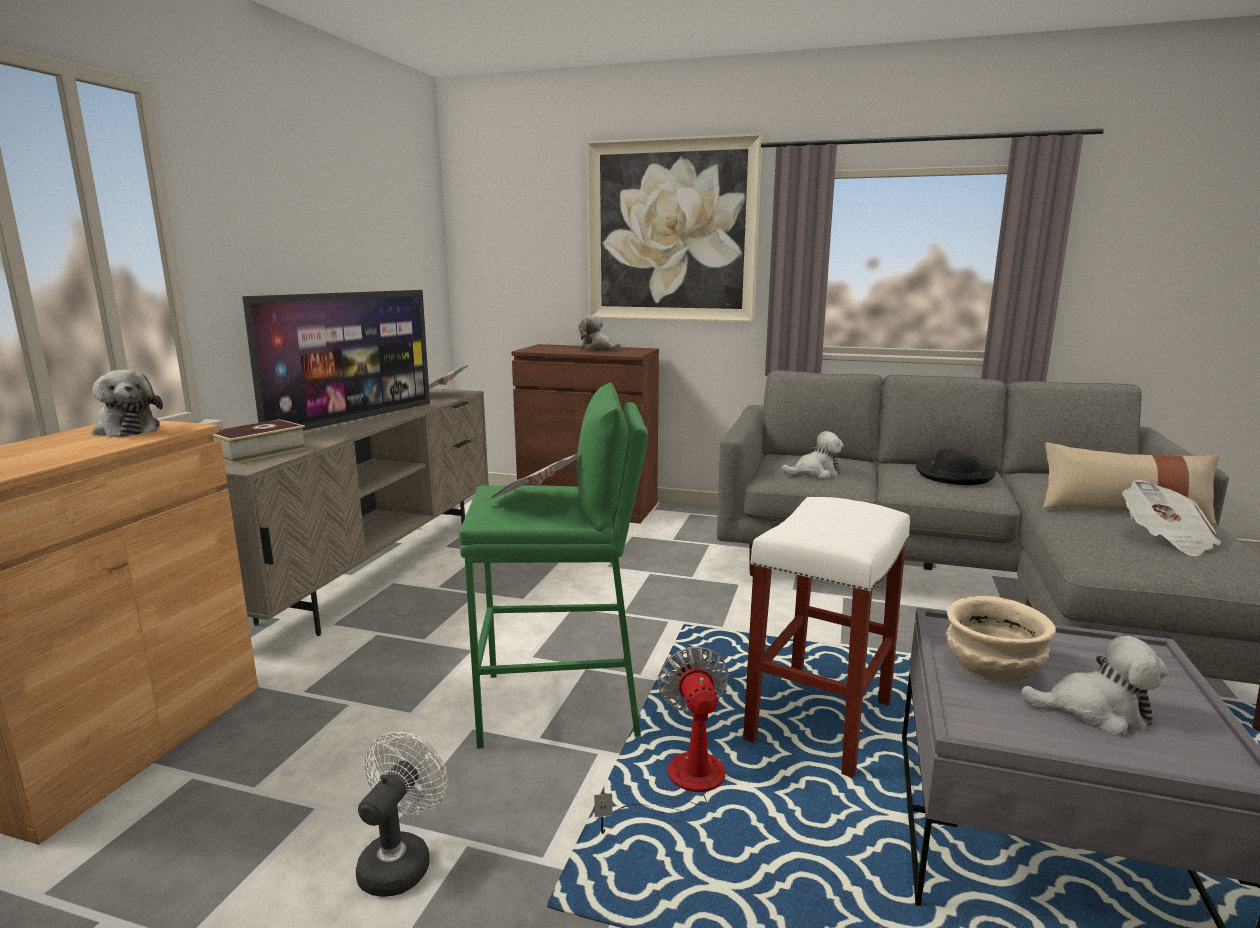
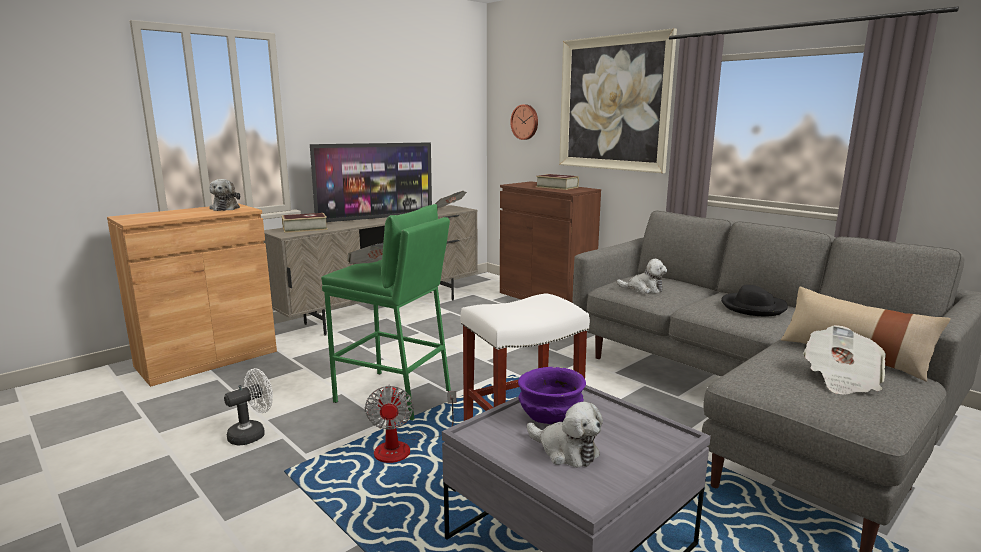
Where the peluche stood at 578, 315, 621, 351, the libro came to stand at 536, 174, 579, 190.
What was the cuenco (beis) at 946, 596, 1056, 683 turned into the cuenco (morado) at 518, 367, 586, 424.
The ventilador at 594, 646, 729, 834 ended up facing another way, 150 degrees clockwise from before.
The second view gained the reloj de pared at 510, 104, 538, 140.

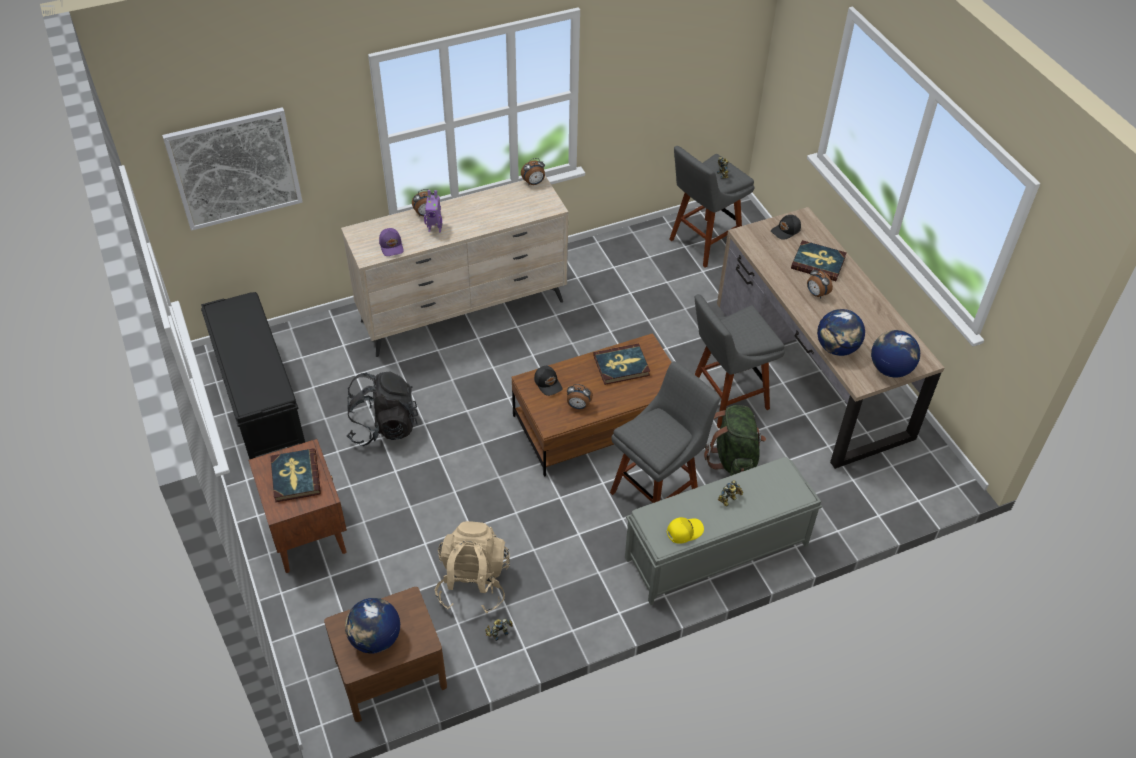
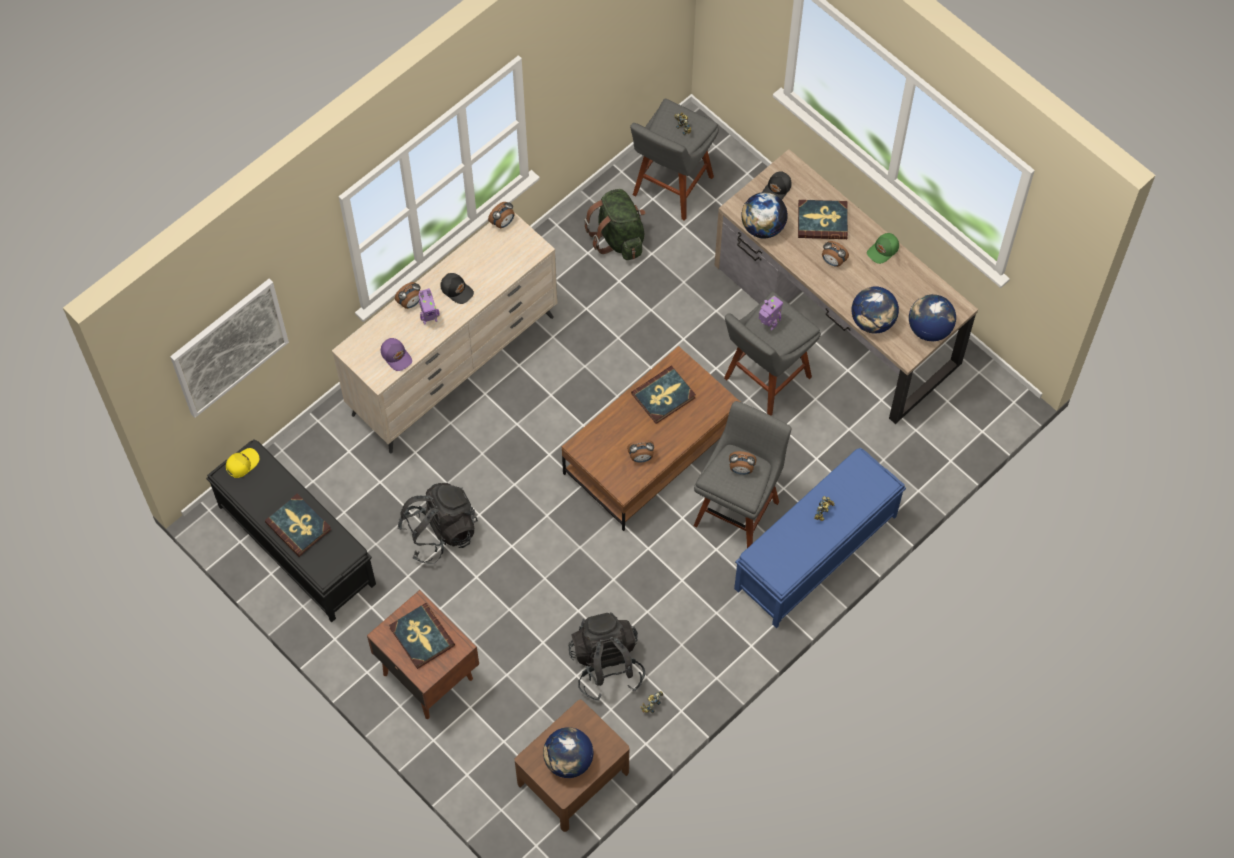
The gorra (negro) ended up elsewhere, having gone from 534, 366, 562, 396 to 440, 273, 474, 304.
The mochila (verde) ended up elsewhere, having gone from 704, 405, 766, 476 to 584, 189, 645, 260.
What was the banco (gris) at 625, 457, 822, 605 turned into the banco (azul) at 734, 447, 906, 628.
The gorra (amarillo) ended up elsewhere, having gone from 667, 517, 704, 544 to 226, 448, 259, 478.
What was the mochila (beis) at 435, 521, 510, 613 turned into the mochila (negro) at 568, 612, 645, 701.
The second view gained the globo terráqueo at 741, 192, 788, 239.
The second view gained the gorra (verde) at 867, 233, 899, 264.
The second view gained the robot de juguete at 759, 296, 783, 331.
The second view gained the despertador at 729, 451, 757, 475.
The second view gained the libro at 265, 494, 331, 557.

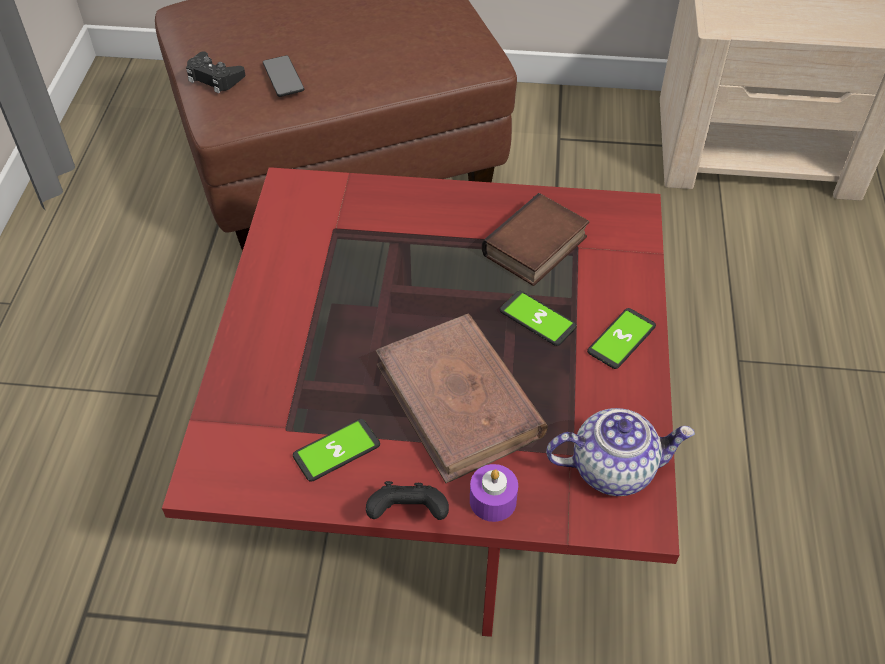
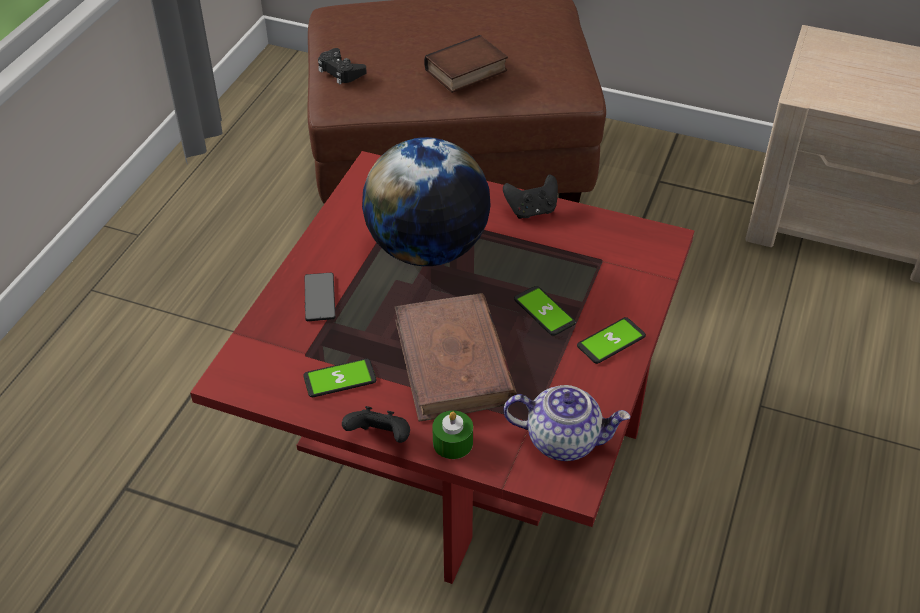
The móvil ended up elsewhere, having gone from 263, 55, 304, 97 to 305, 273, 336, 321.
The libro ended up elsewhere, having gone from 482, 193, 589, 286 to 424, 35, 508, 93.
What was the vela (morado) at 470, 464, 518, 522 turned into the vela (verde) at 432, 411, 473, 459.
The second view gained the globo terráqueo at 362, 137, 491, 266.
The second view gained the mando de consola (negro) at 503, 174, 558, 219.

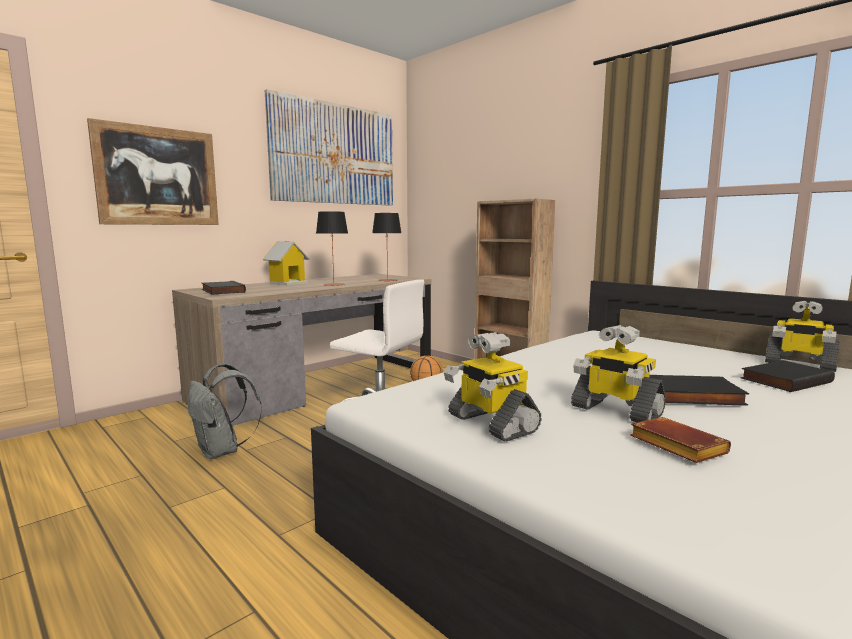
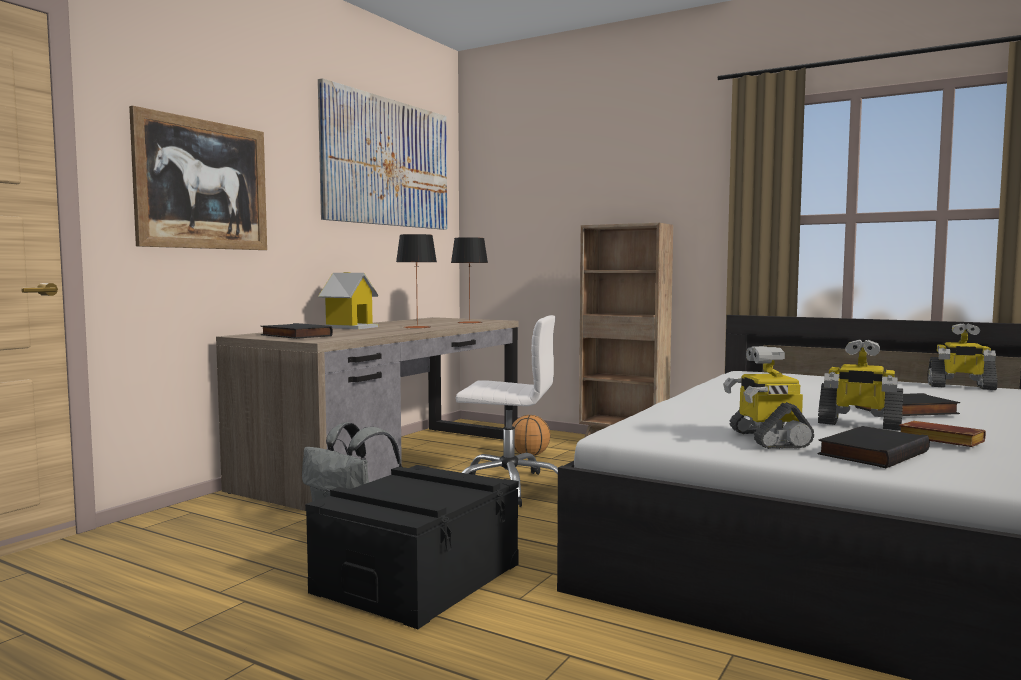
The robot de juguete at 444, 332, 542, 441 ended up facing another way, 45 degrees clockwise from before.
The libro (negro) ended up elsewhere, having gone from 740, 360, 835, 392 to 818, 426, 930, 468.
The second view gained the caja de almacenaje (negro) at 305, 465, 519, 629.

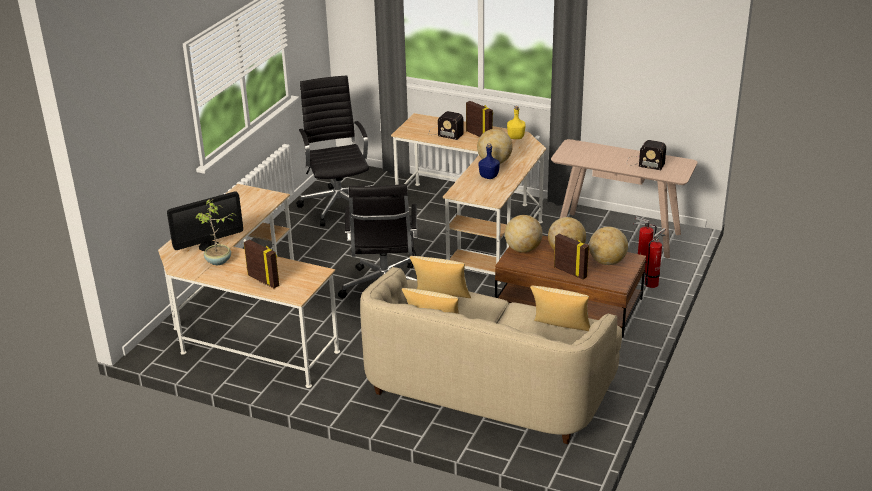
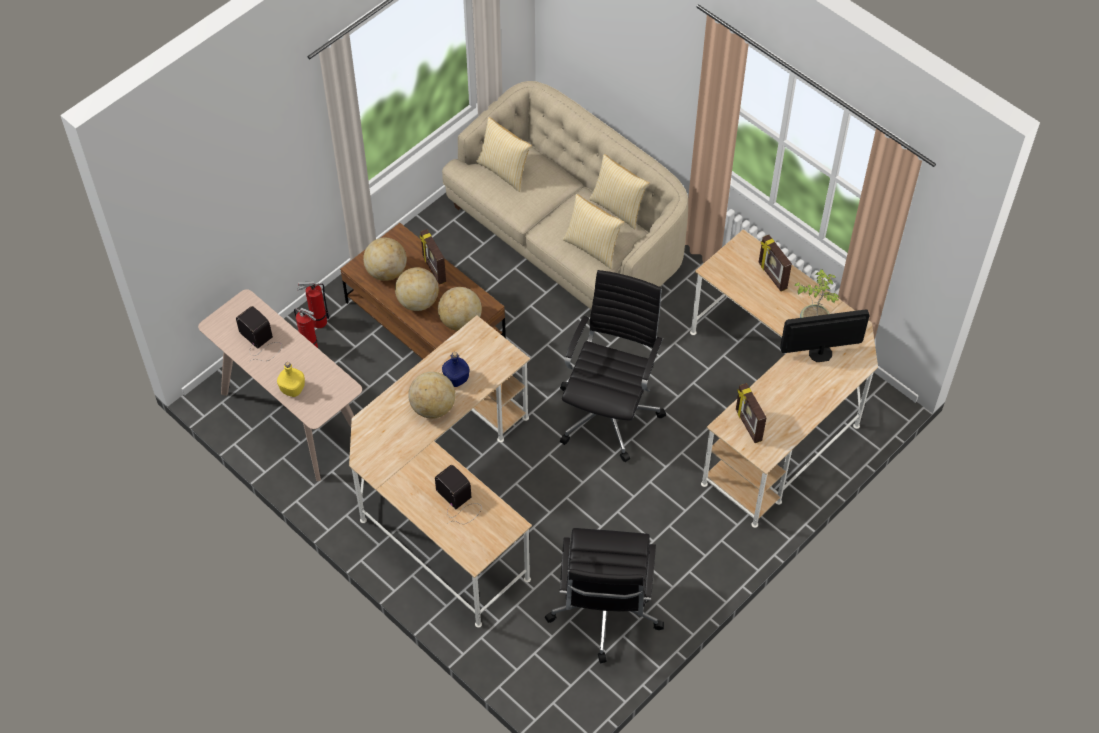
The portarretratos ended up elsewhere, having gone from 466, 101, 493, 137 to 736, 383, 767, 443.
The botella (amarillo) ended up elsewhere, having gone from 507, 106, 525, 139 to 277, 362, 305, 397.

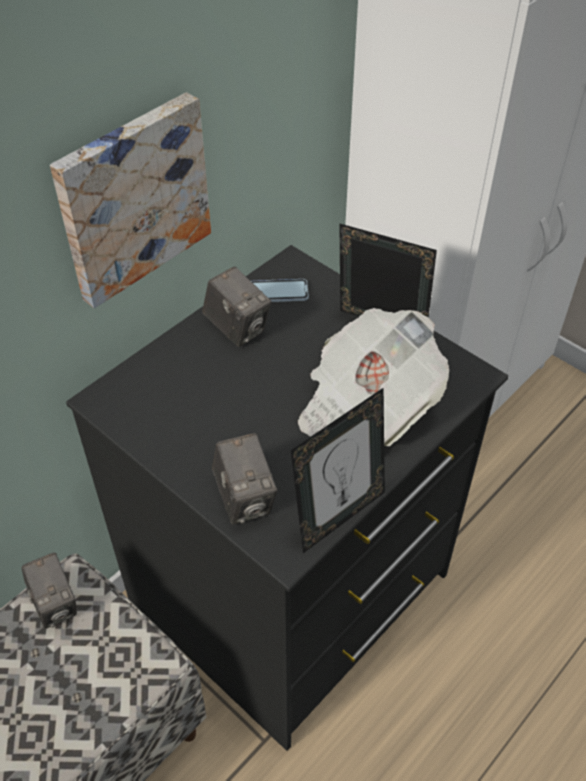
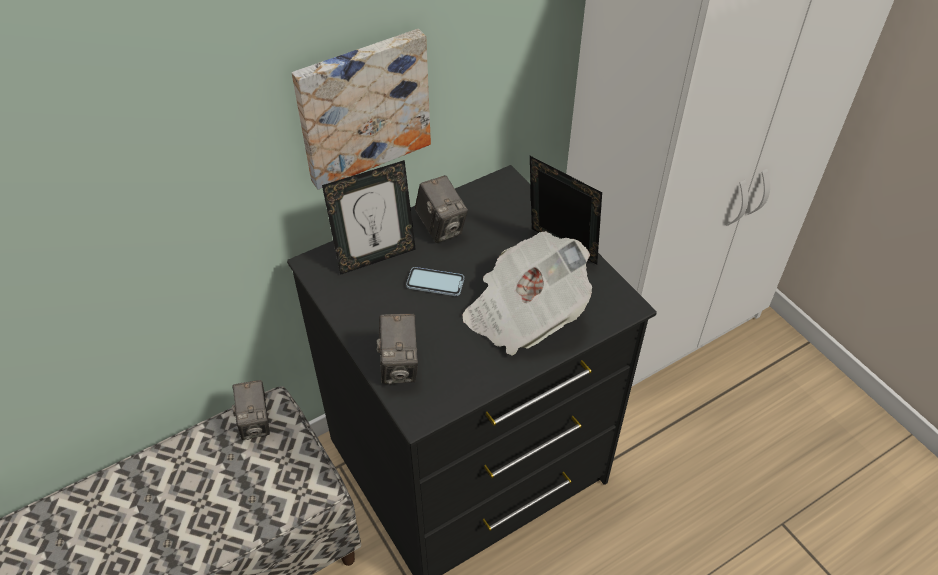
The móvil ended up elsewhere, having gone from 251, 279, 309, 302 to 406, 267, 464, 296.
The portarretratos ended up elsewhere, having gone from 291, 388, 385, 553 to 322, 160, 416, 275.

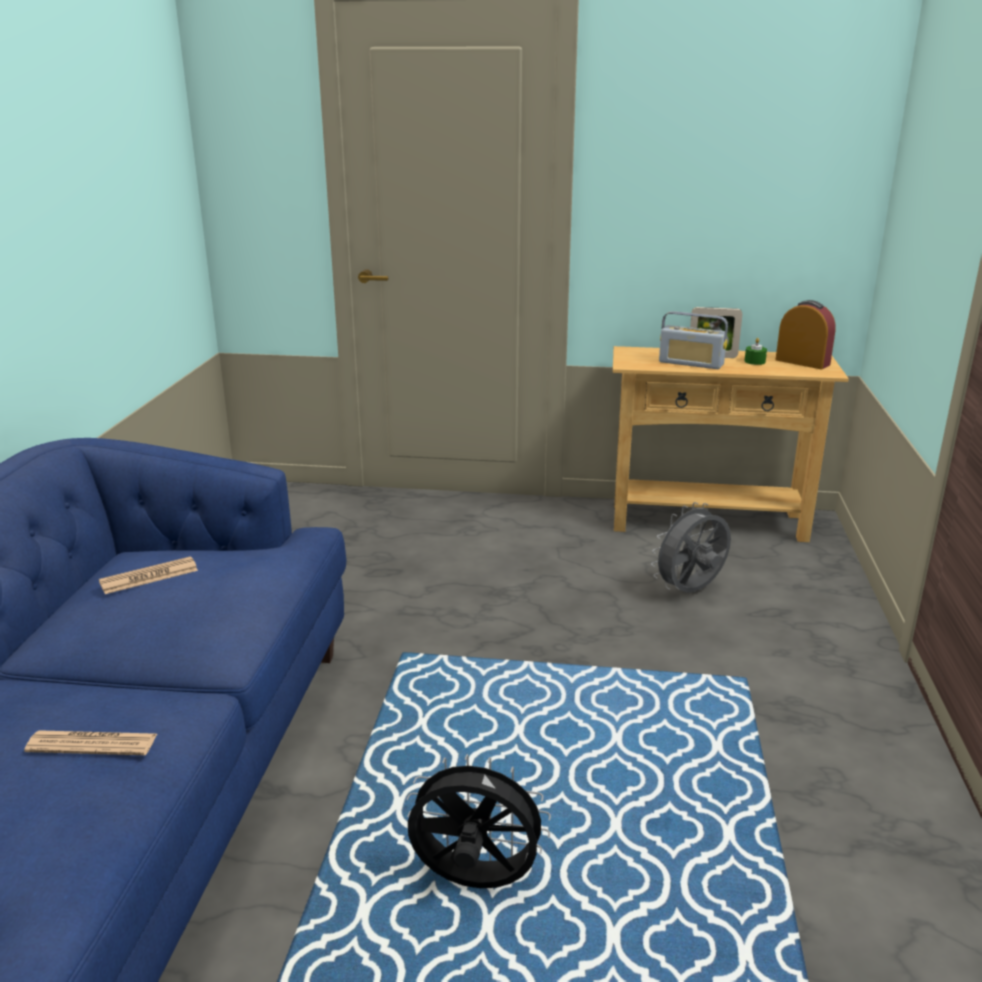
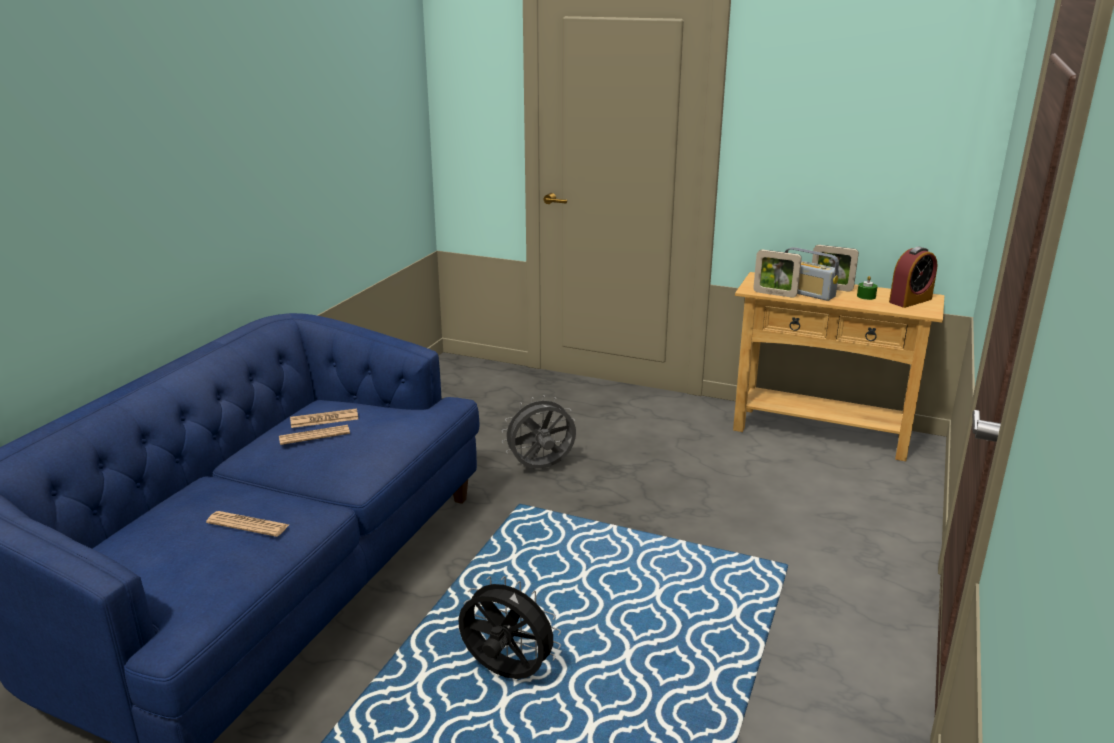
The despertador at 775, 300, 836, 369 ended up facing another way, 90 degrees clockwise from before.
The ventilador (gris) ended up elsewhere, having gone from 651, 502, 731, 592 to 502, 395, 576, 469.
The second view gained the portarretratos at 753, 250, 802, 298.
The second view gained the periódico at 279, 425, 350, 445.

